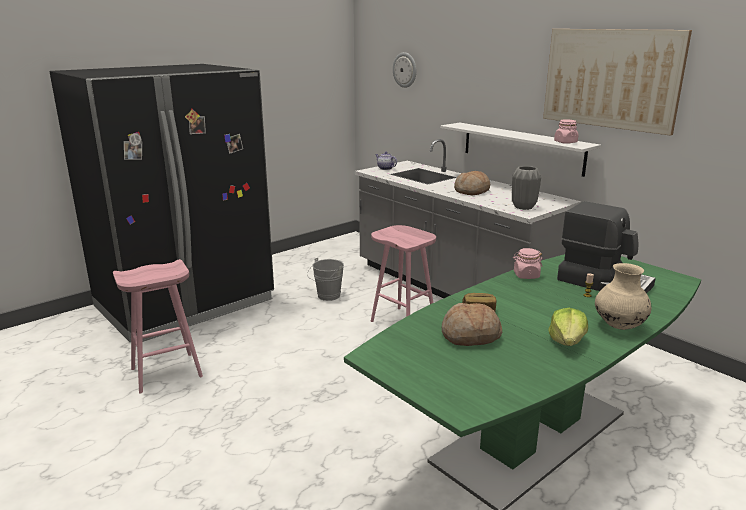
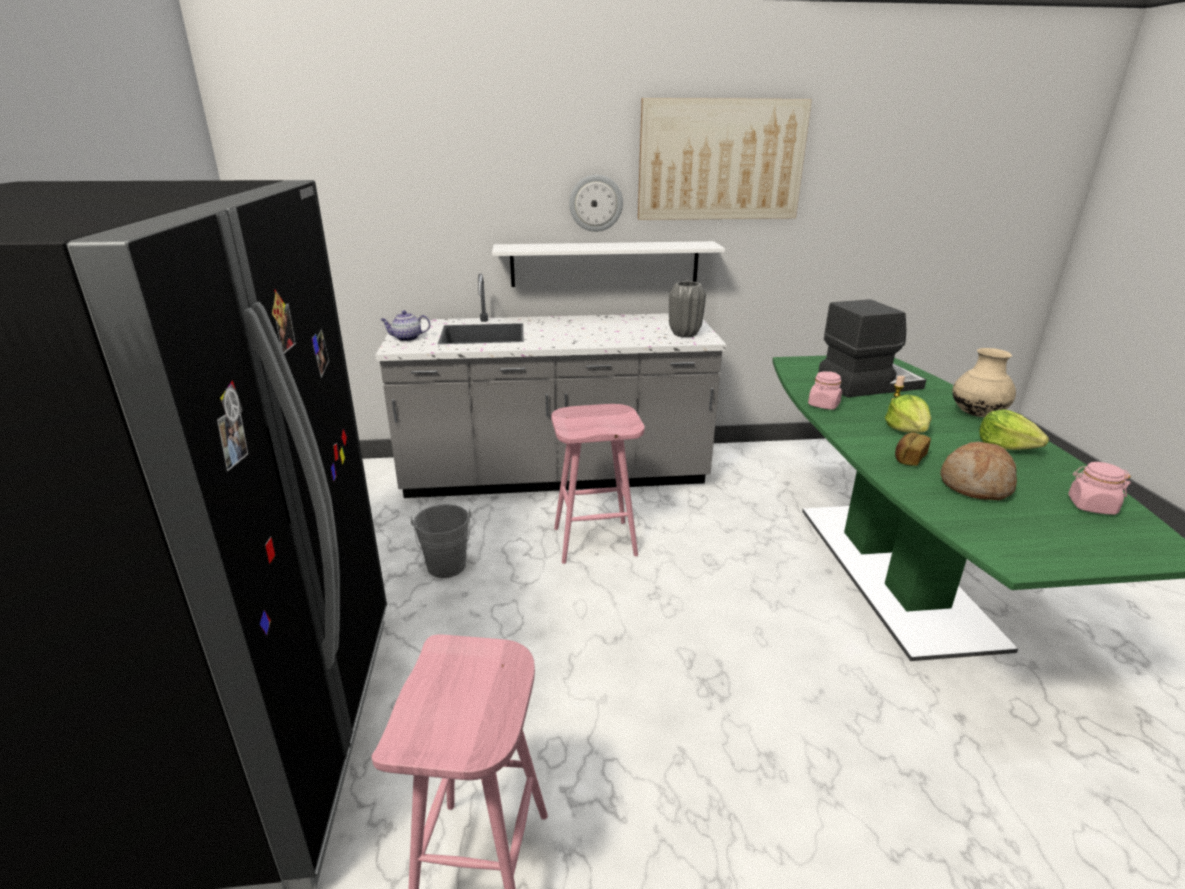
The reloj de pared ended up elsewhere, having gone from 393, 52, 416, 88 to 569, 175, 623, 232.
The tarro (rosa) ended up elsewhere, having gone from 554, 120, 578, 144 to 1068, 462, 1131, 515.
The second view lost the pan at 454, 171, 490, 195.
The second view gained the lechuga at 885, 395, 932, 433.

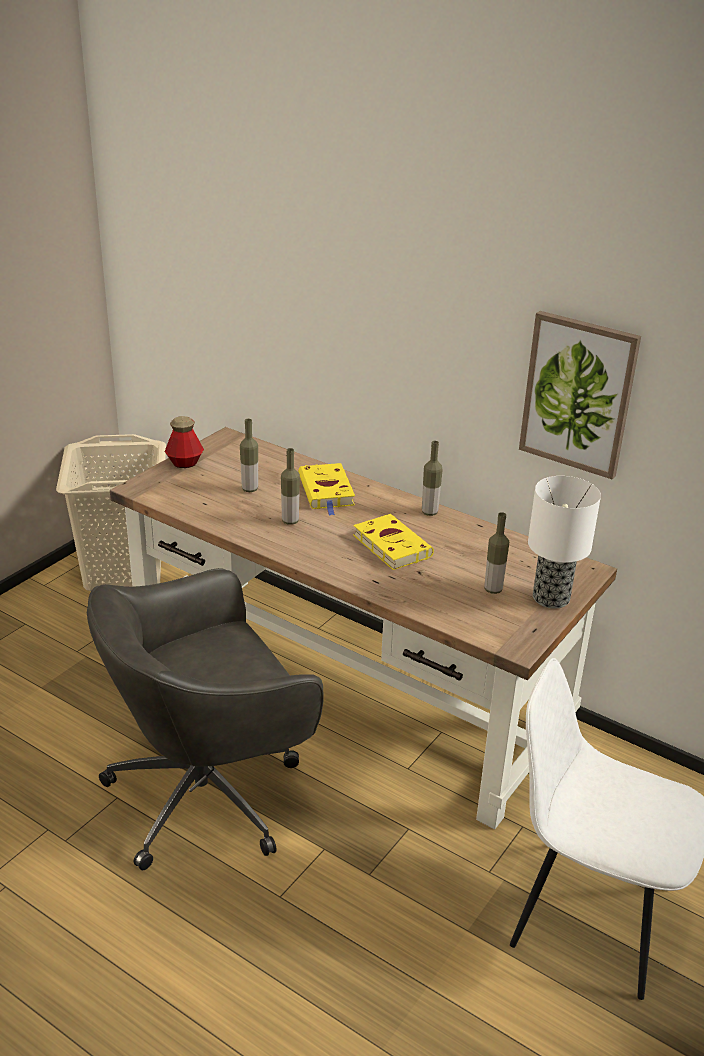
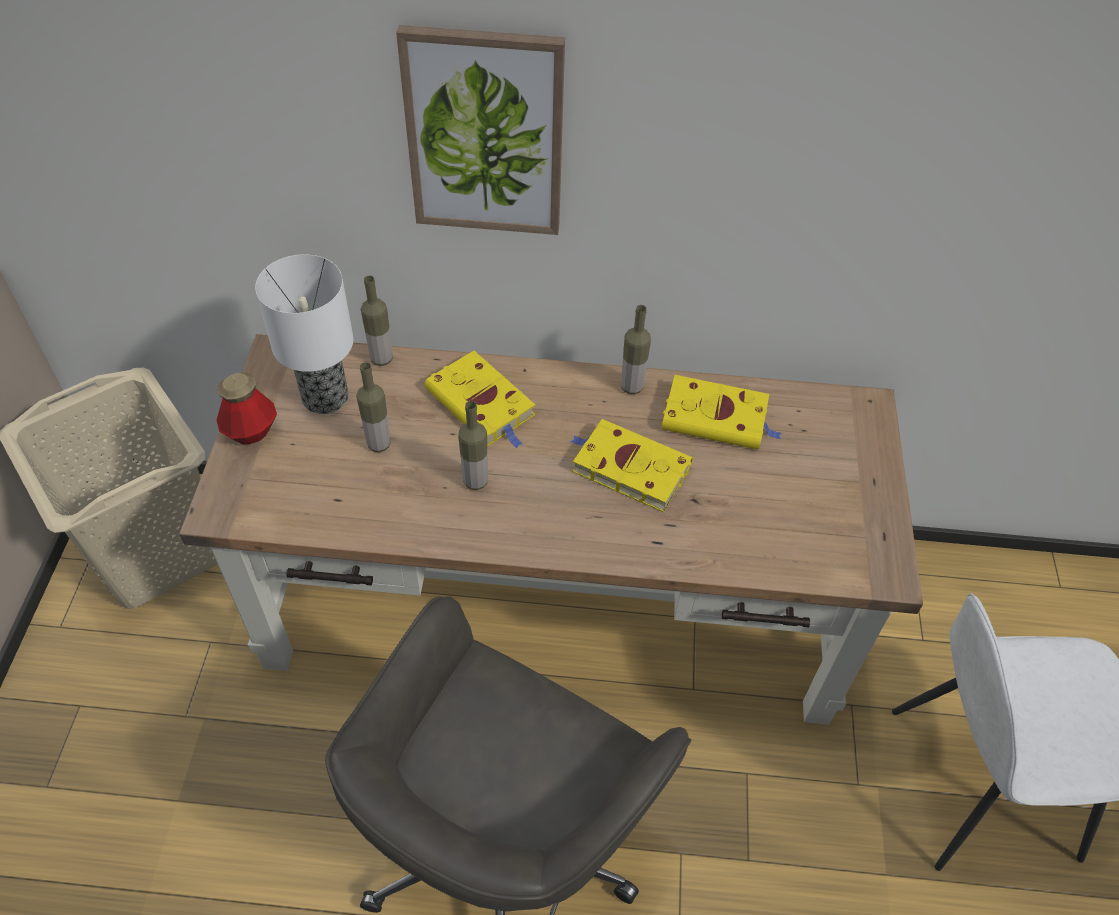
The cuadro ended up elsewhere, having gone from 519, 311, 641, 479 to 396, 25, 565, 235.
The lámpara de mesa ended up elsewhere, having gone from 528, 476, 601, 609 to 255, 254, 353, 414.
The botella ended up elsewhere, having gone from 484, 512, 509, 594 to 361, 275, 393, 366.
The second view gained the libro (amarillo) at 661, 375, 782, 450.

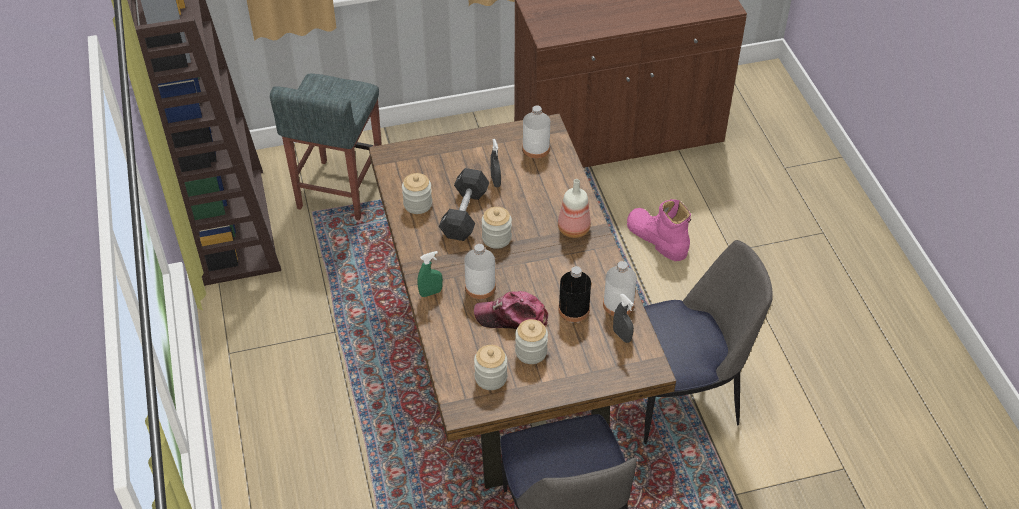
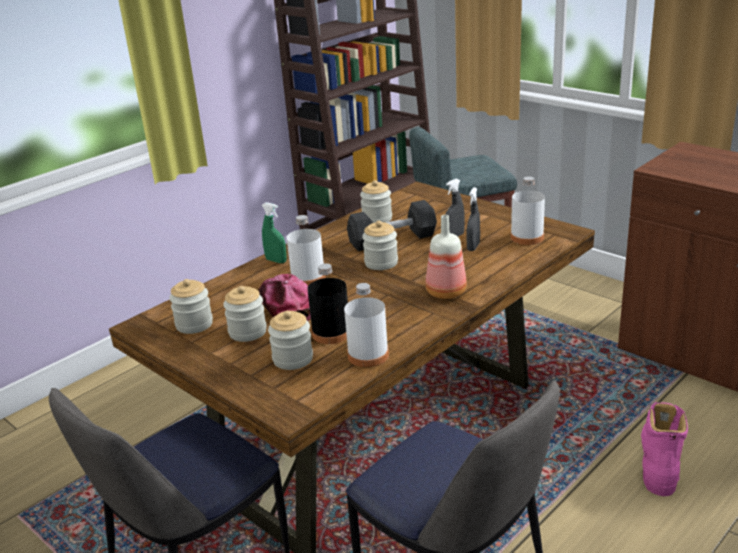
The pulverizador (gris) ended up elsewhere, having gone from 613, 294, 634, 343 to 467, 187, 480, 251.
The second view gained the tarro at 268, 311, 313, 370.

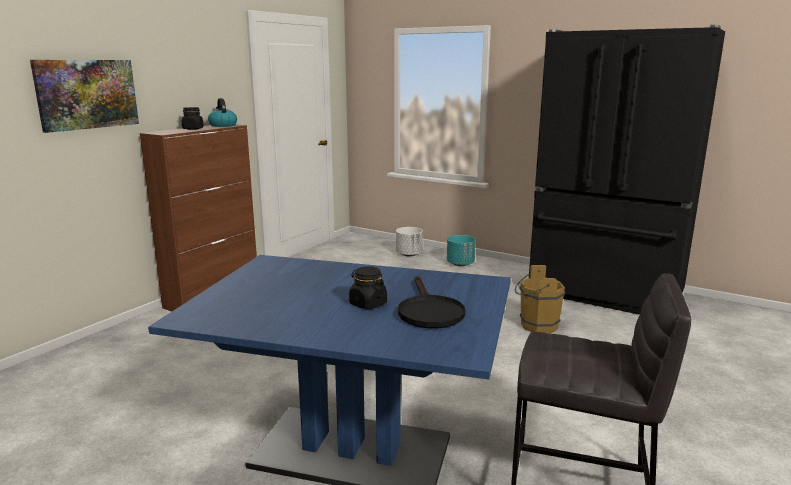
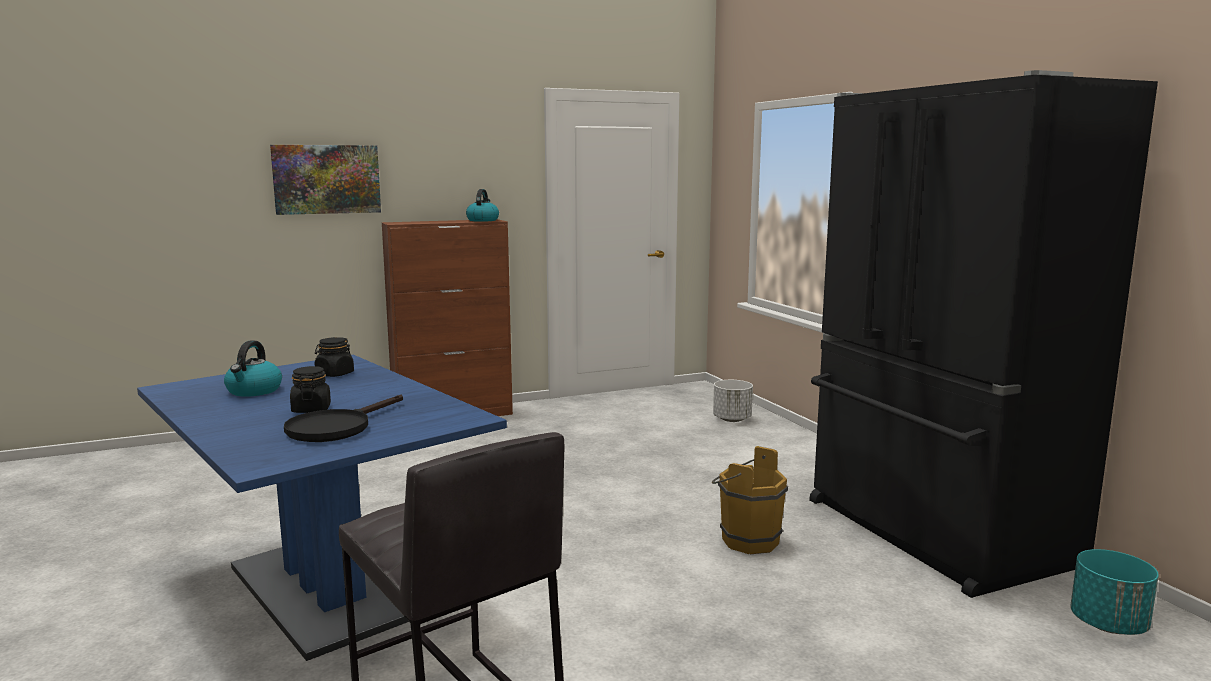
The tarro (negro) ended up elsewhere, having gone from 182, 107, 204, 130 to 315, 337, 354, 377.
The maceta (turquesa) ended up elsewhere, having gone from 447, 235, 476, 266 to 1070, 549, 1159, 635.
The second view gained the hervidor at 224, 341, 282, 397.

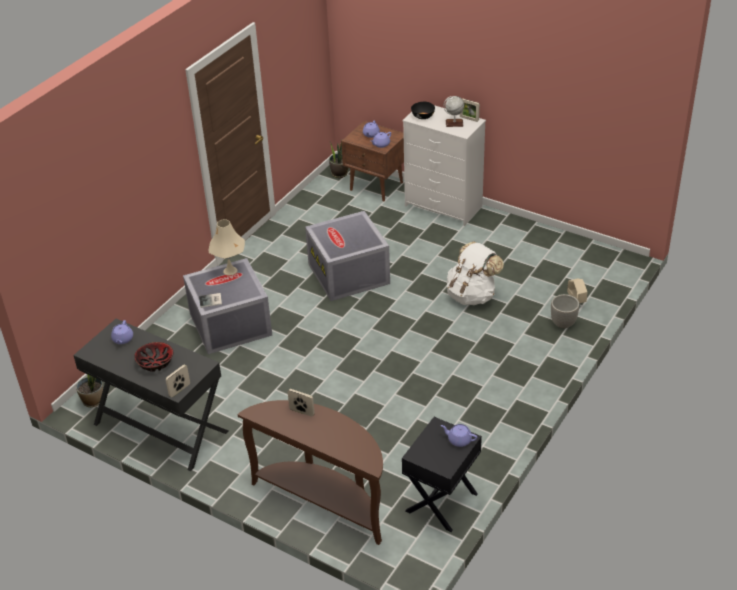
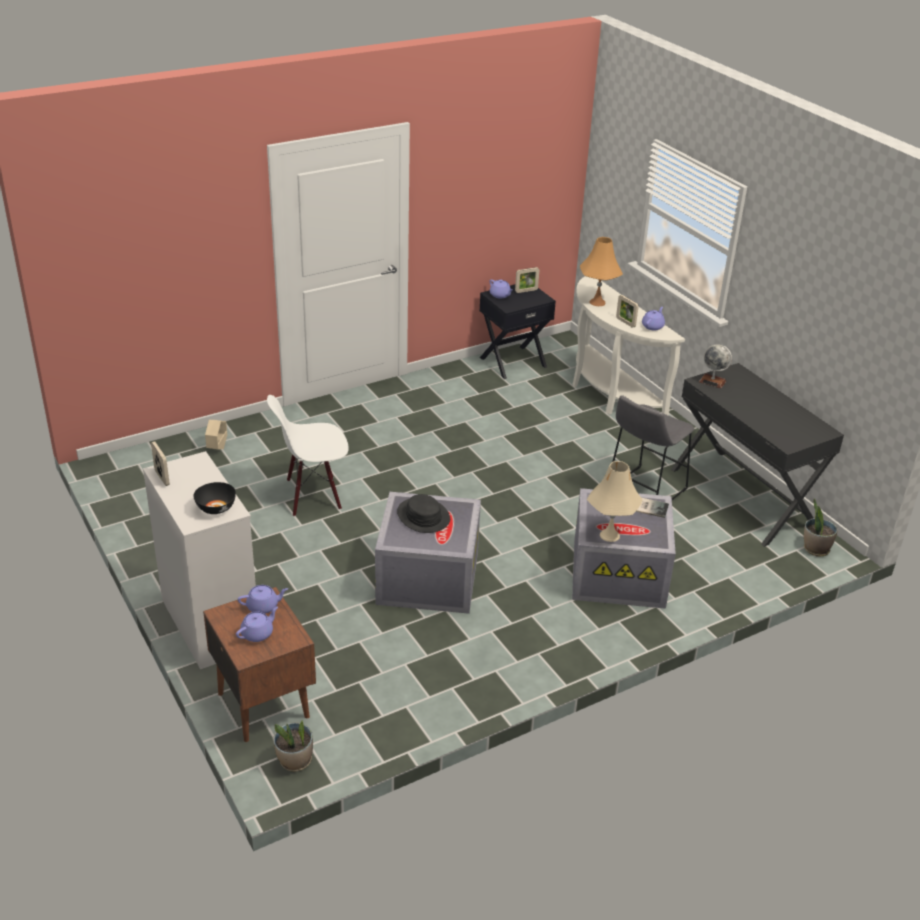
The globo terráqueo ended up elsewhere, having gone from 444, 96, 464, 127 to 699, 344, 732, 388.
Where the mochila (blanco) stood at 447, 242, 504, 305, the silla (blanco) came to stand at 267, 395, 349, 517.
The second view lost the maceta at 551, 294, 580, 328.
The tetera (morado) ended up elsewhere, having gone from 111, 320, 133, 344 to 642, 307, 665, 330.
The second view lost the cuenco at 134, 342, 174, 372.
The portarretratos ended up elsewhere, having gone from 166, 365, 190, 398 to 515, 267, 539, 293.
What was the mesa consola (marrón) at 238, 400, 383, 545 turned into the mesa consola (blanco) at 573, 276, 685, 416.
The second view gained the lámpara de mesa (naranja) at 580, 237, 623, 306.
The second view gained the taburete (gris) at 612, 395, 694, 500.
The second view gained the sombrero (negro) at 397, 494, 450, 533.

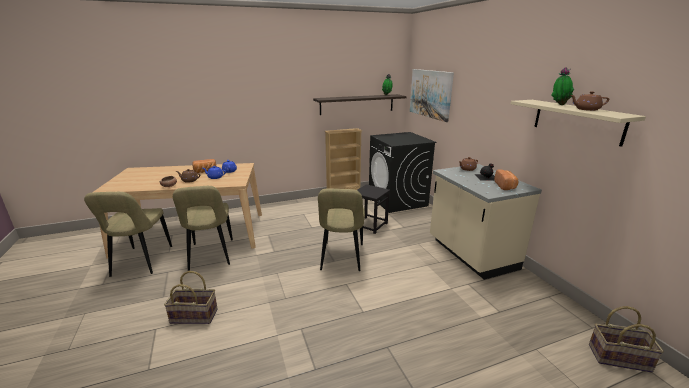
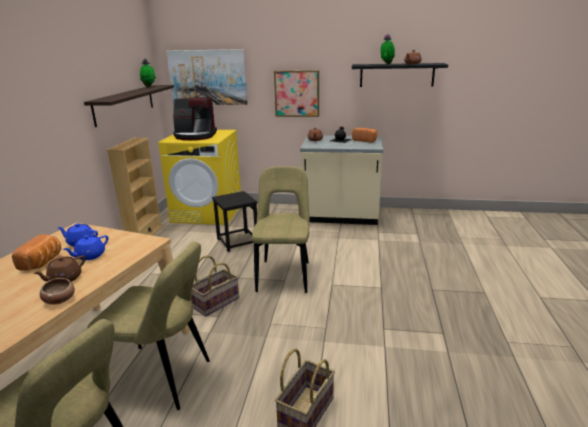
What was the estante (beis) at 511, 100, 646, 147 turned into the estante (negro) at 352, 63, 448, 87.
What was the lavadora (negro) at 369, 132, 436, 213 turned into the lavadora (amarillo) at 158, 130, 241, 225.
The silla (beis) at 318, 189, 365, 271 ended up facing another way, 120 degrees counterclockwise from before.
The cesta ended up elsewhere, having gone from 589, 306, 664, 373 to 191, 255, 239, 316.
The second view gained the cuadro at 274, 70, 319, 117.
The second view gained the cafetera at 173, 97, 217, 140.

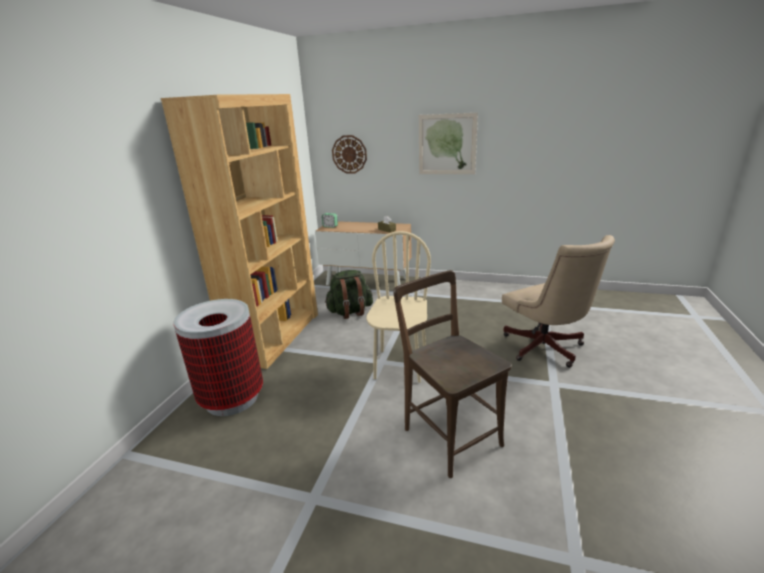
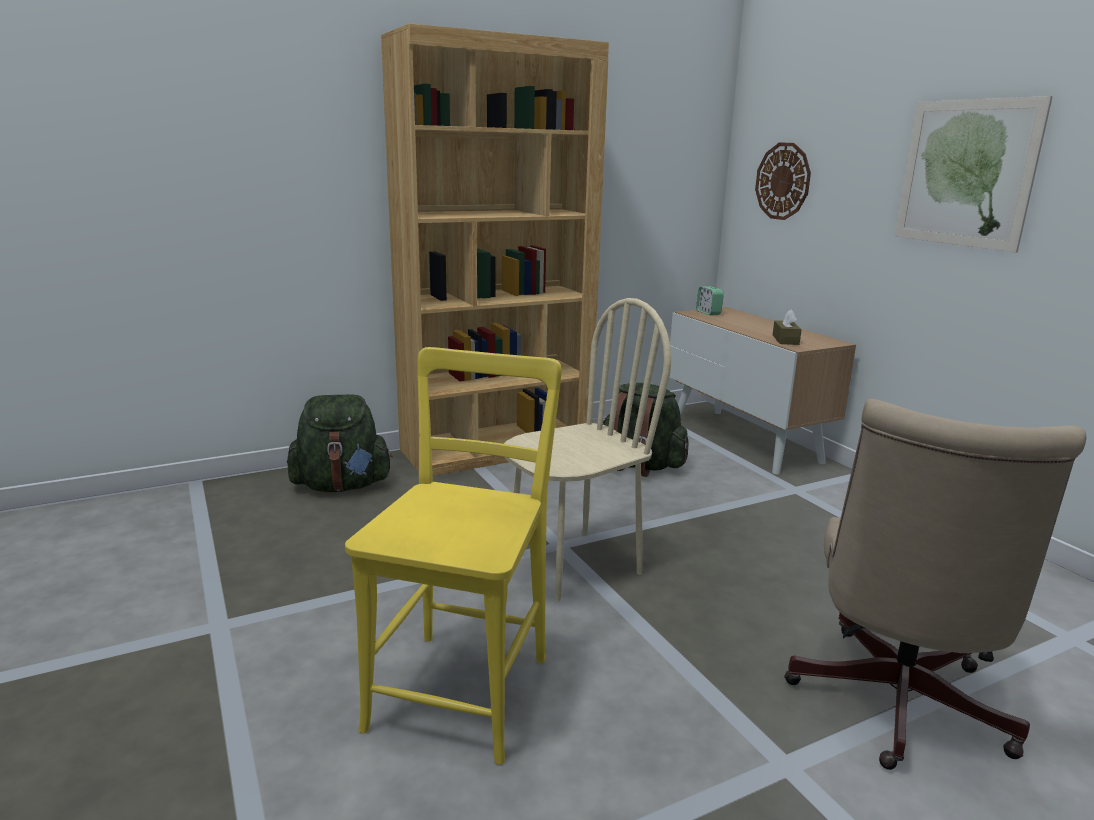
What was the silla (marrón) at 393, 270, 512, 478 turned into the silla (amarillo) at 345, 347, 562, 765.
Where the papelera stood at 173, 299, 263, 416, the mochila (verde) came to stand at 287, 395, 393, 492.

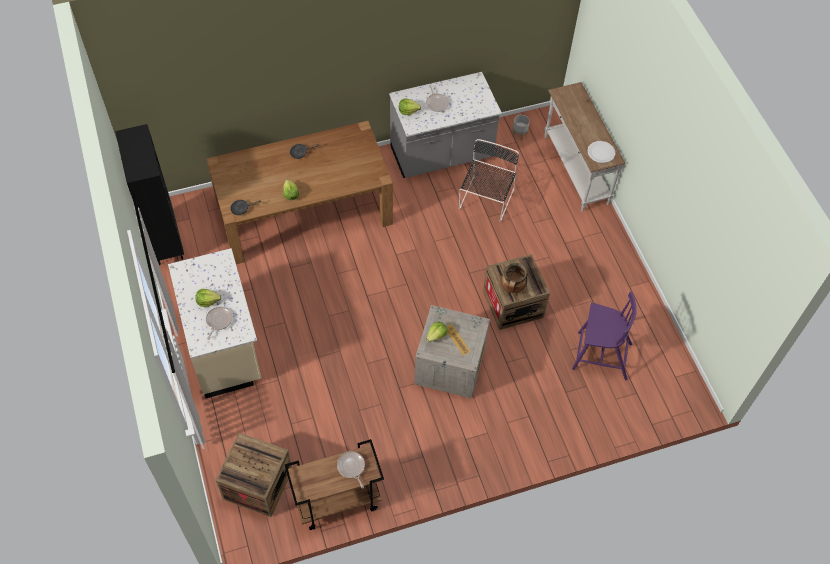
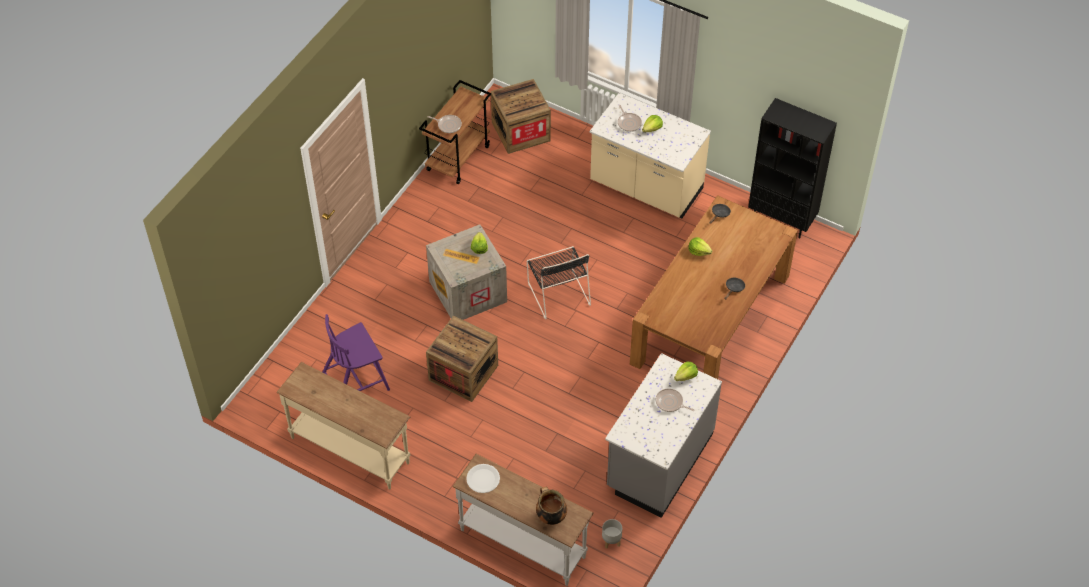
The silla (negro) ended up elsewhere, having gone from 459, 139, 519, 222 to 527, 246, 591, 319.
The olla ended up elsewhere, having gone from 500, 263, 527, 293 to 536, 487, 567, 525.
The second view gained the mesa consola (beis) at 276, 362, 410, 490.

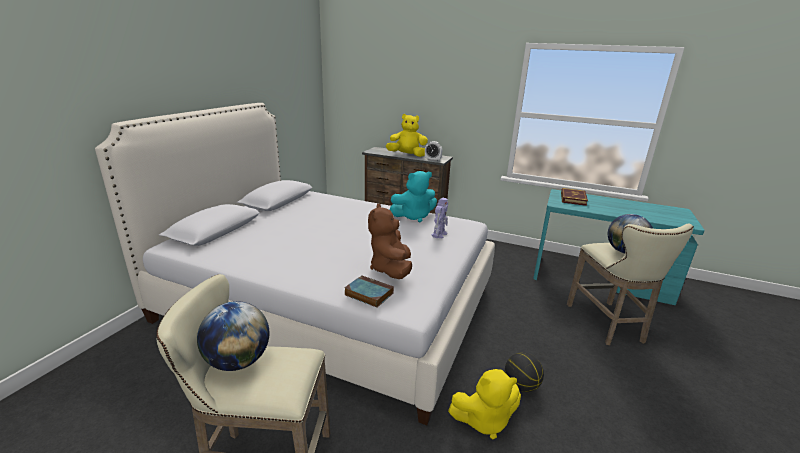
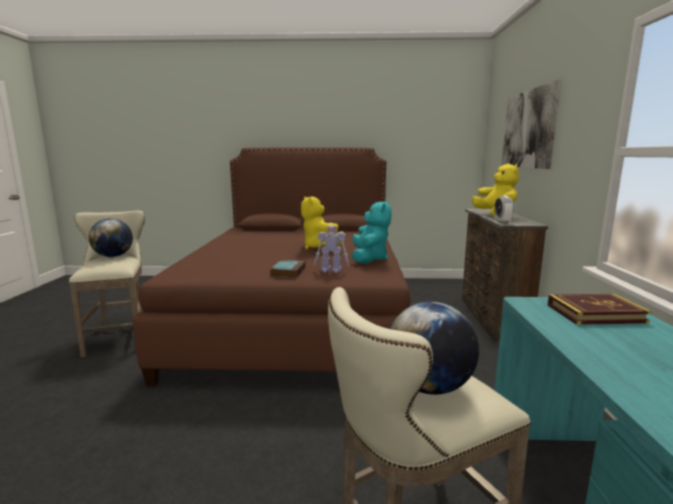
What was the cama (blanco) at 95, 103, 495, 425 turned into the cama (marrón) at 133, 148, 410, 386.
The peluche (turquesa) at 390, 171, 437, 222 ended up facing another way, 135 degrees counterclockwise from before.
The second view lost the peluche (marrón) at 368, 203, 412, 279.
The libro ended up elsewhere, having gone from 345, 275, 394, 308 to 270, 260, 306, 278.
The second view lost the balón de baloncesto at 505, 352, 544, 392.
The peluche (amarillo) ended up elsewhere, having gone from 448, 369, 521, 439 to 301, 196, 343, 250.
The second view gained the cuadro at 502, 80, 561, 169.

